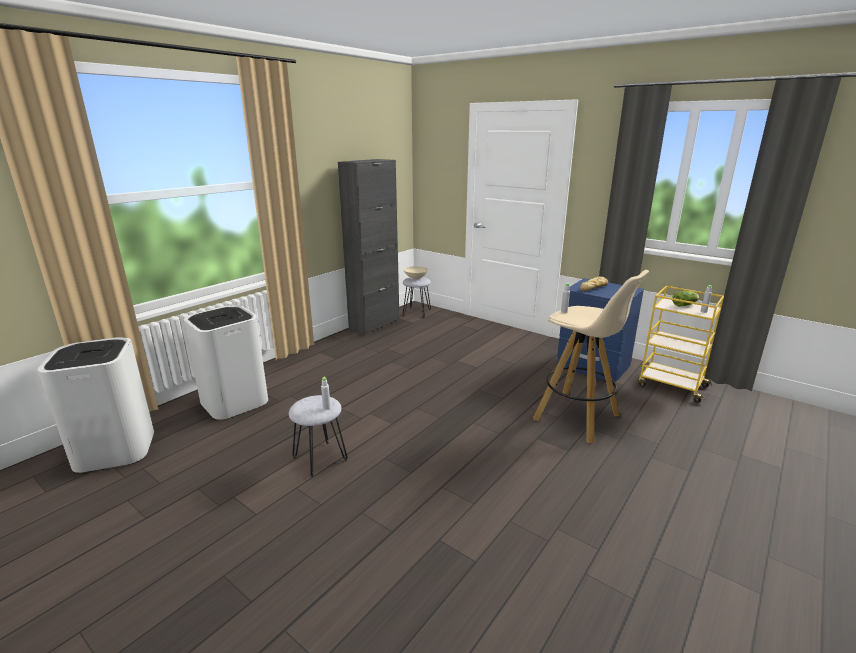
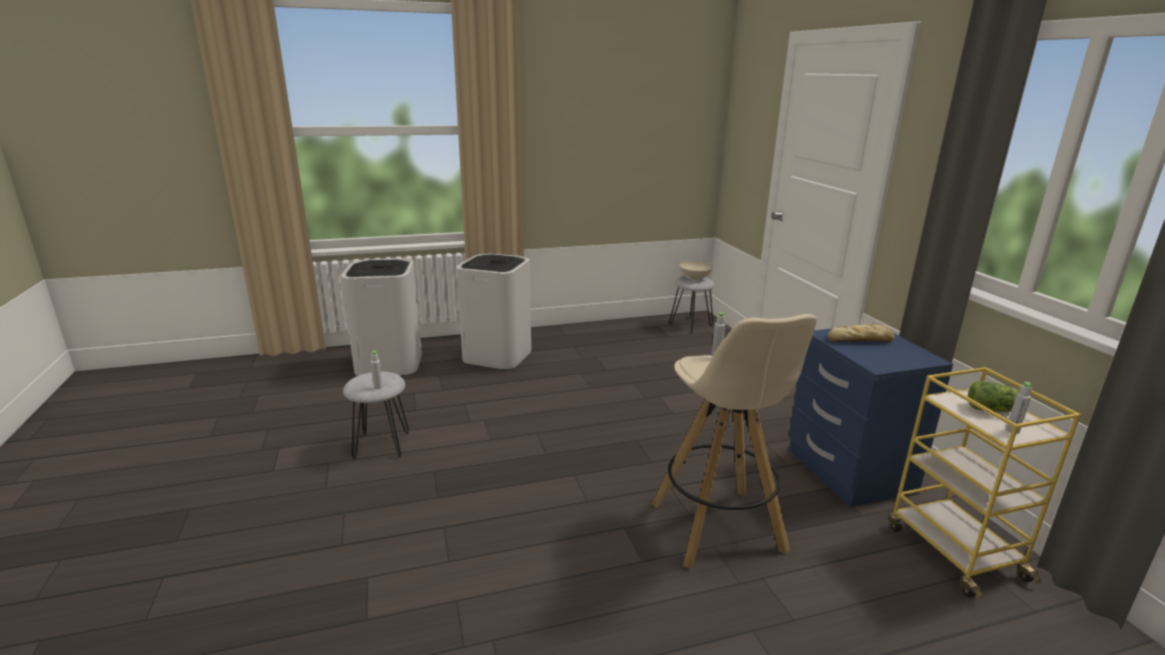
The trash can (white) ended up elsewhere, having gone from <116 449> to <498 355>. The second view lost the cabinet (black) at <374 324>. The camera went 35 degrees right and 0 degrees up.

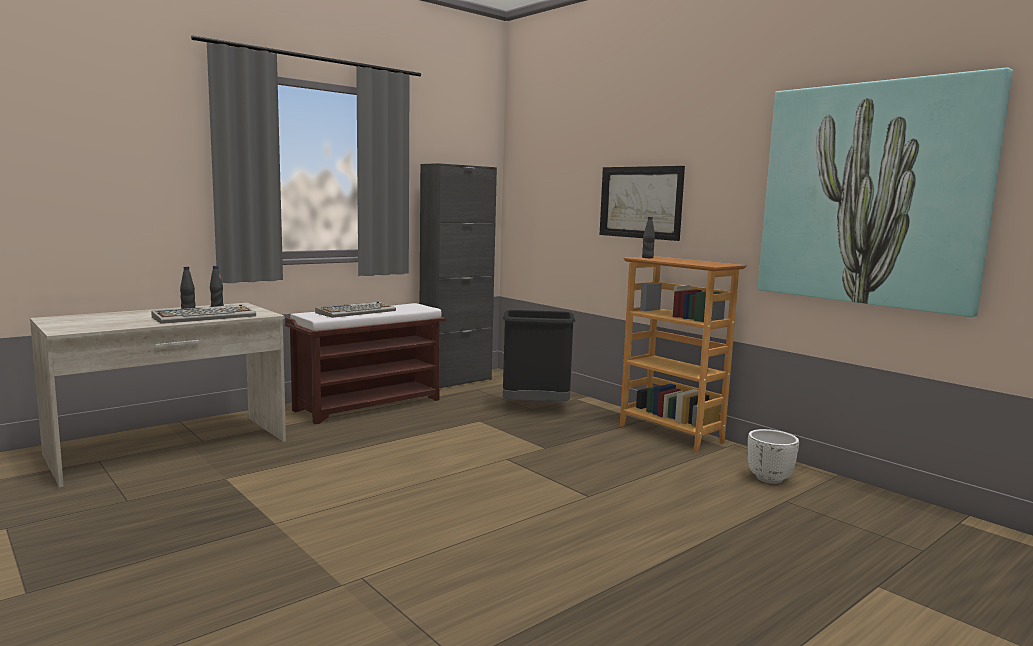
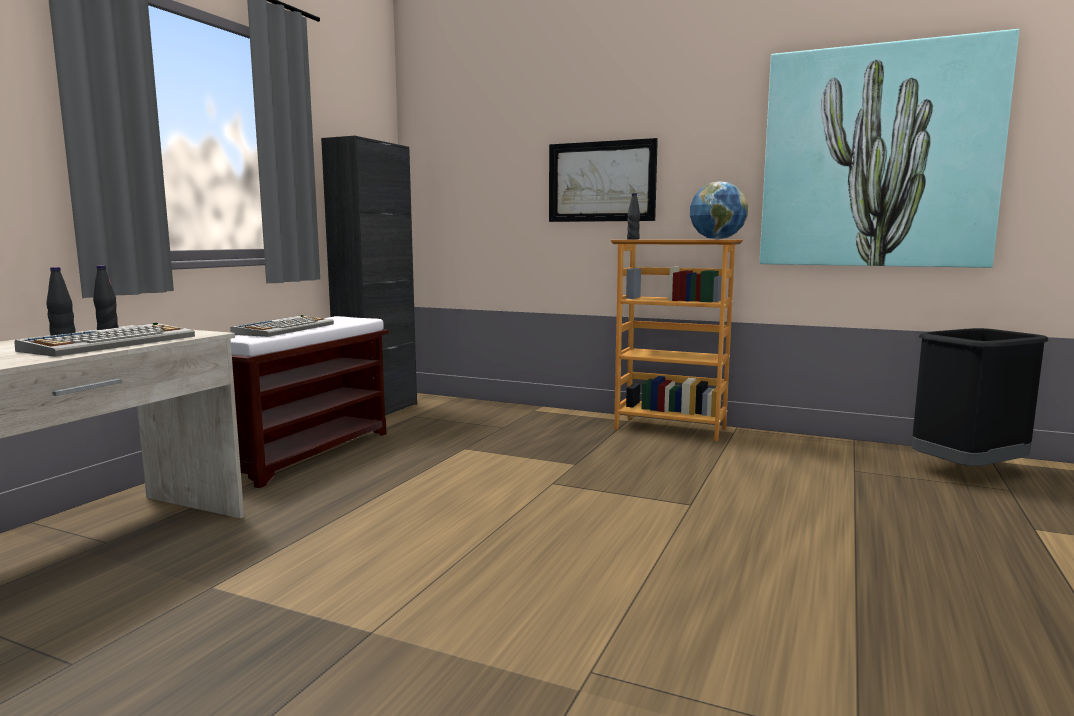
The second view gained the globe at <716 239>. The trash can (black) ended up elsewhere, having gone from <536 408> to <967 471>. The second view lost the planter (white) at <769 479>. The camera went 25 degrees left and 0 degrees up.

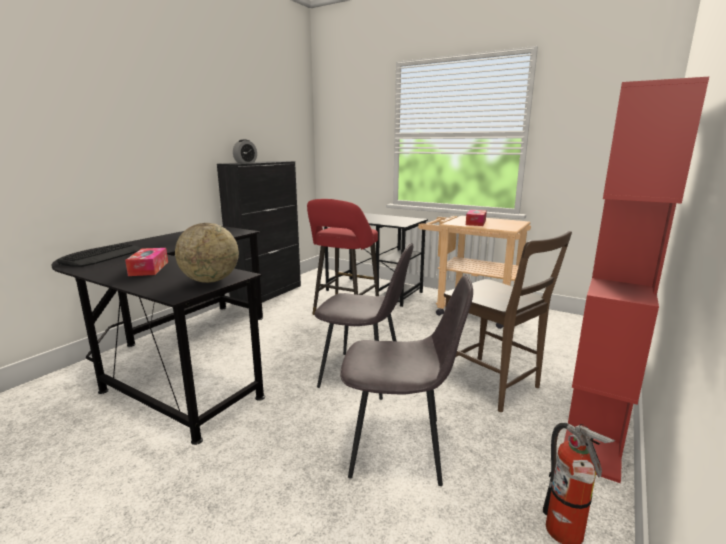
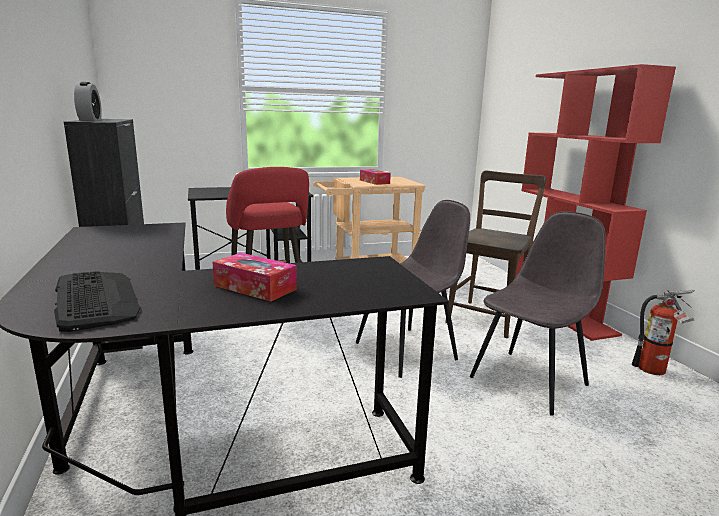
The chair (brown) at <493 385> ended up facing another way, 60 degrees counterclockwise from before. The second view lost the globe at <210 281>. The camera went 50 degrees left and 0 degrees up.

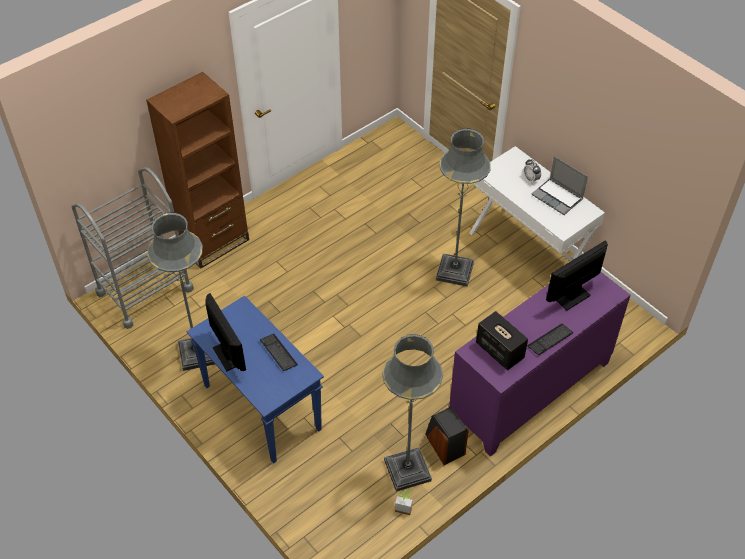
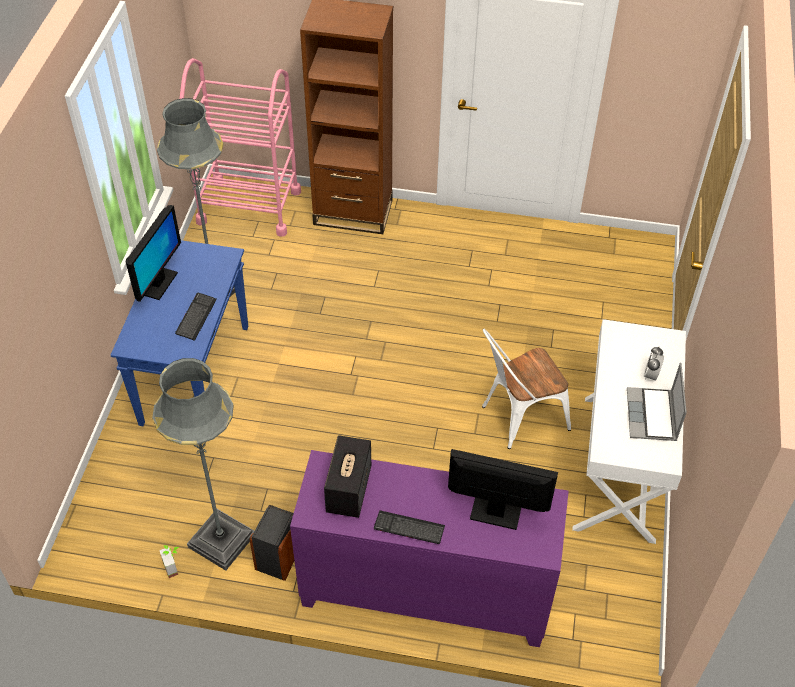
What was the cart (grey) at <145 291> turned into the cart (pink) at <249 206>. Where the floor lamp (grey) stood at <454 271>, the chair (white) came to stand at <518 418>. The camera went 50 degrees right and 0 degrees up.

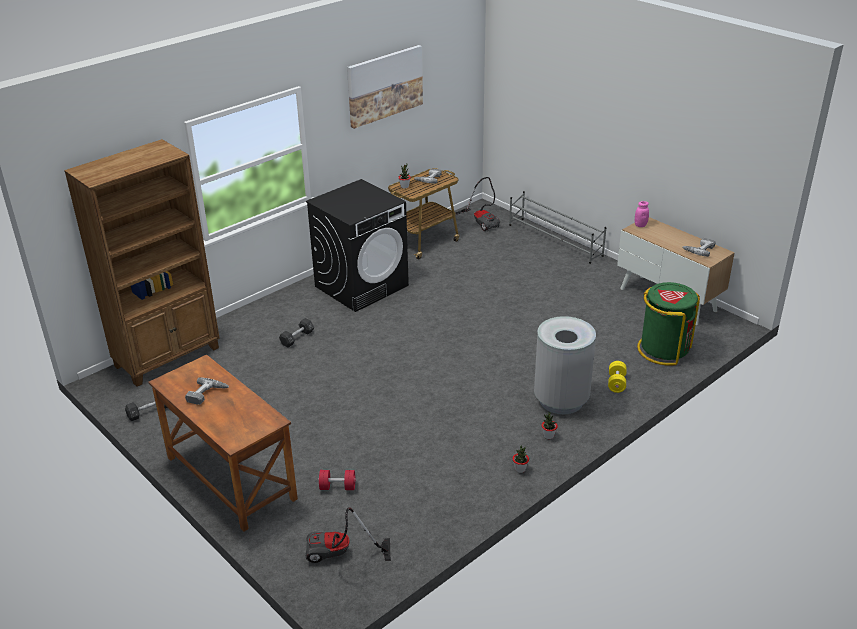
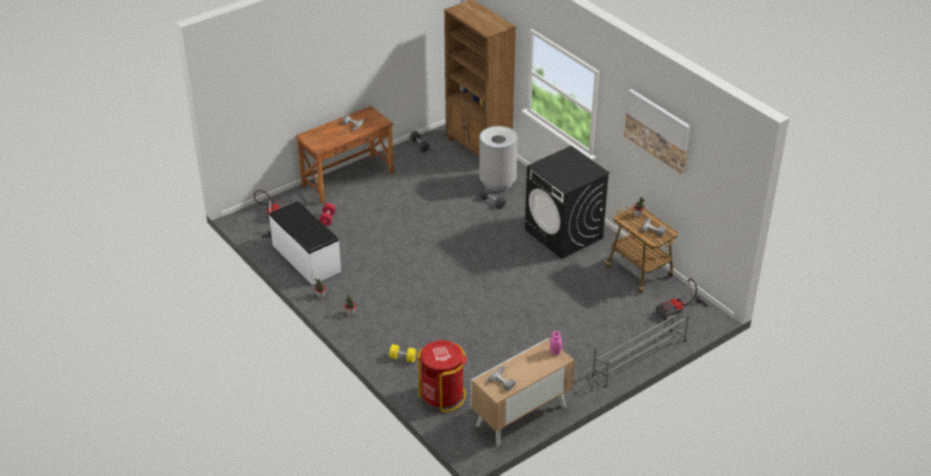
The second view gained the bench (white) at <306 258>. What was the trash can (green) at <663 349> turned into the trash can (red) at <443 395>. The trash can (grey) ended up elsewhere, having gone from <561 400> to <497 182>. The camera went 95 degrees right and 5 degrees up.

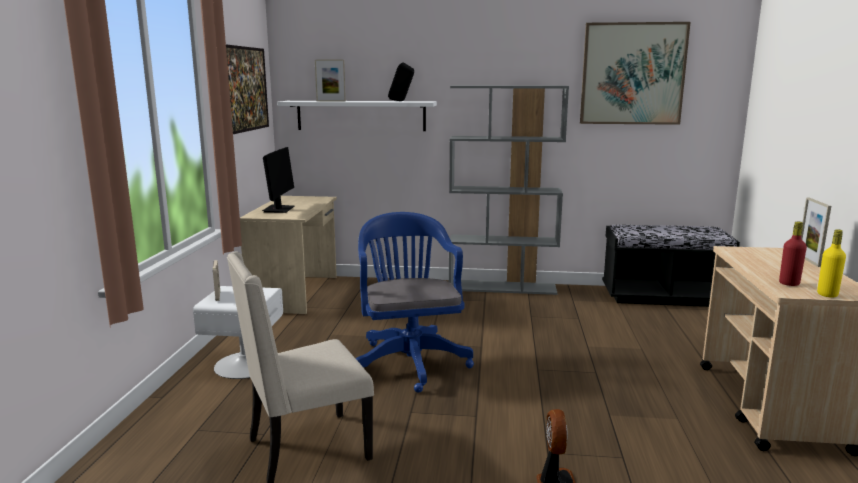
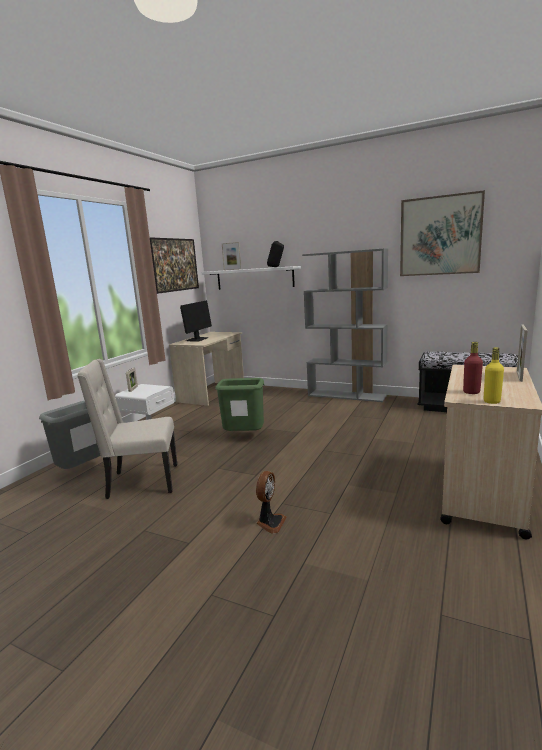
The second view gained the trash can (grey) at <82 471>. Where the office chair (blue) stood at <409 360>, the trash can (green) came to stand at <244 437>. The camera went 20 degrees right and 0 degrees up.

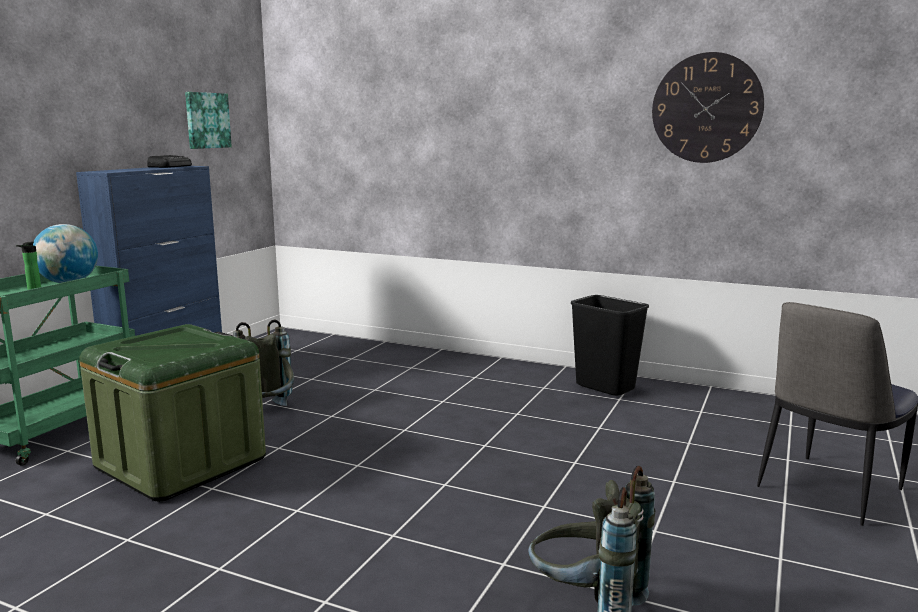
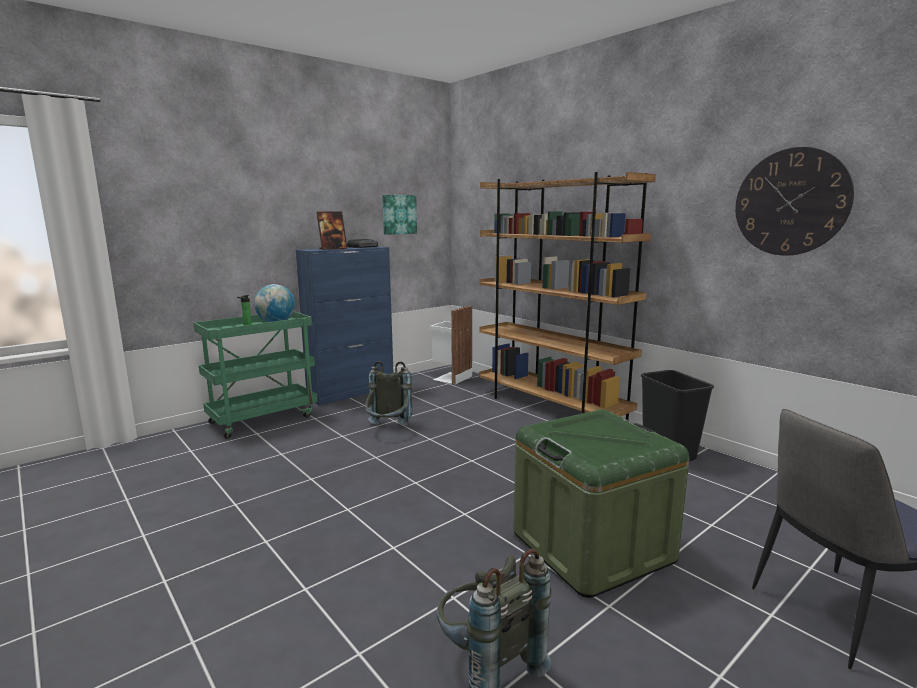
The second view gained the picture frame at <333 249>. The second view gained the trash can (white) at <451 377>. The second view gained the bookcase (brown) at <550 408>. The storage box (green) ended up elsewhere, having gone from <181 463> to <592 546>. The camera went 25 degrees right and 0 degrees up.

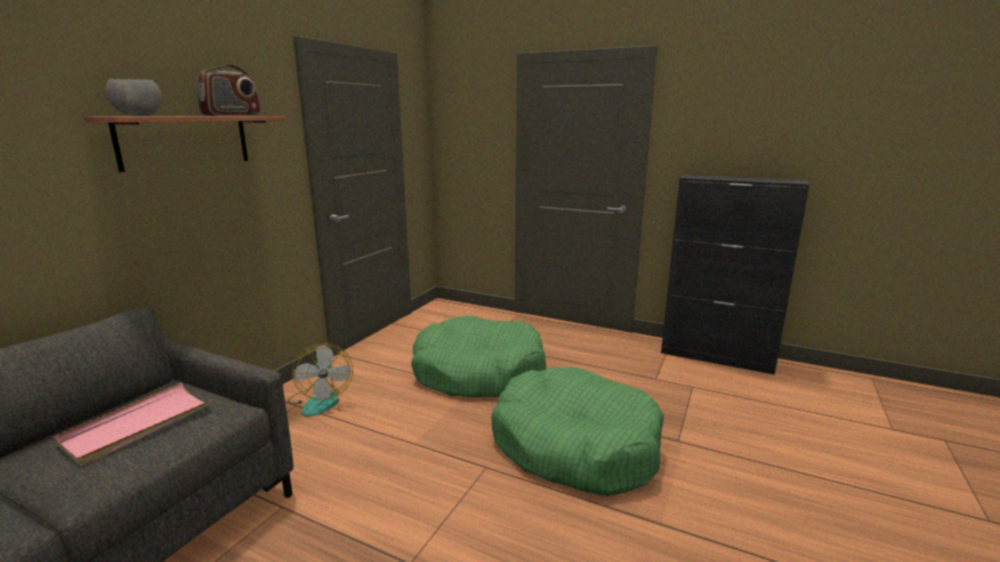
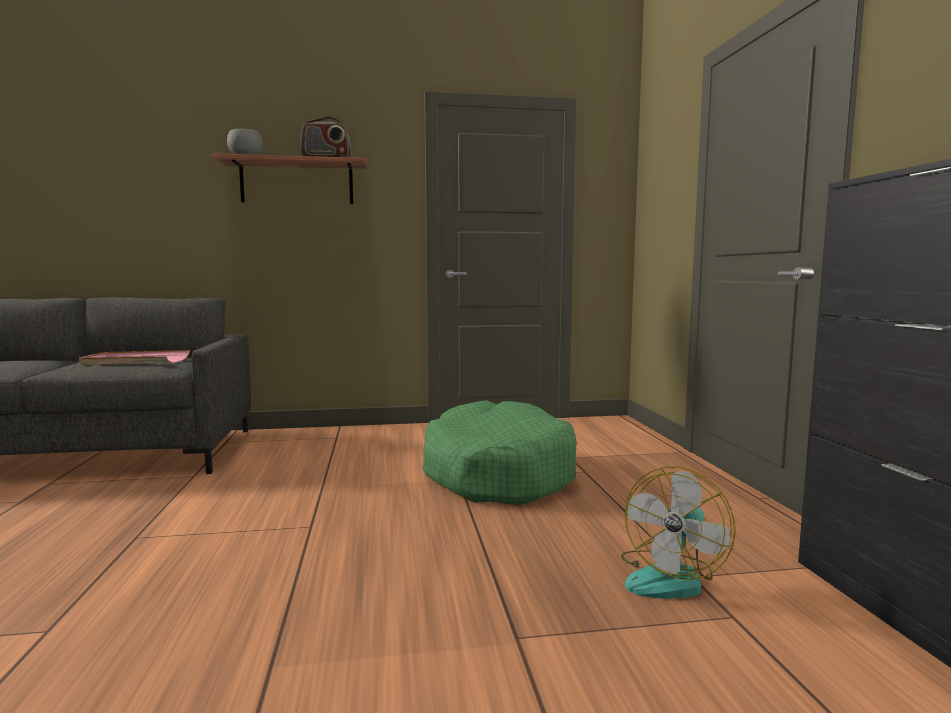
The fan ended up elsewhere, having gone from <321 400> to <670 577>. The second view lost the dog bed (green) at <575 445>. The camera went 55 degrees right and 10 degrees down.

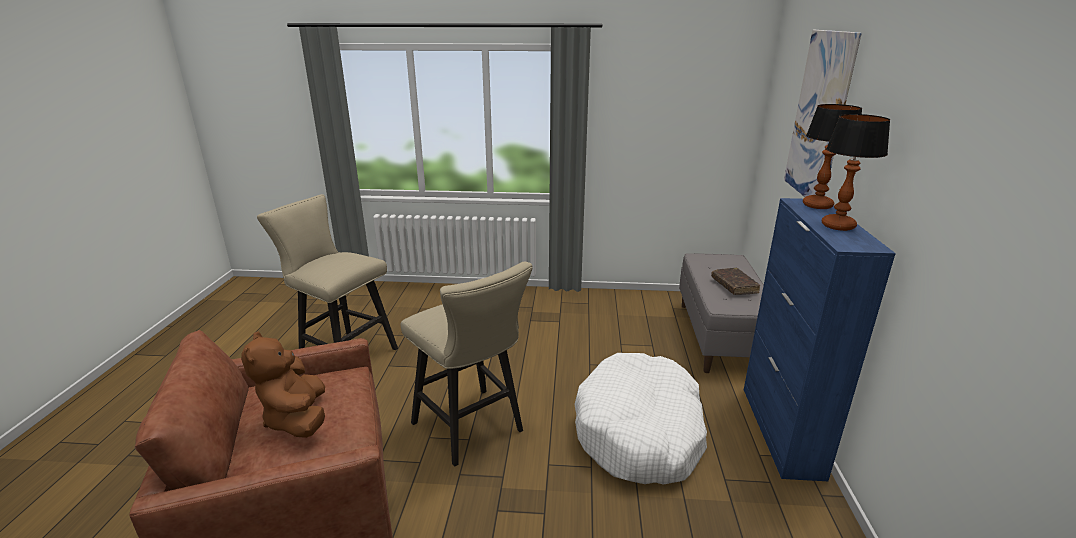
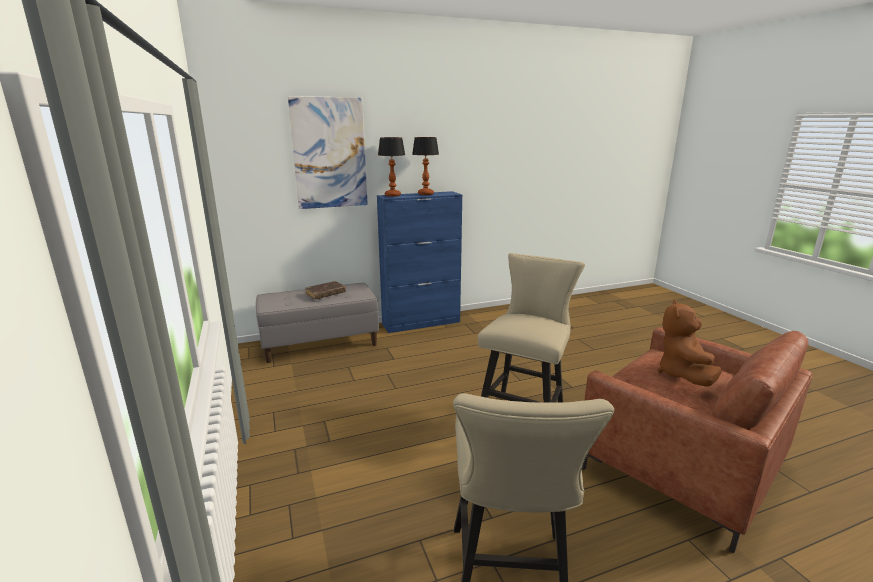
The plush toy (brown) at <297 419> ended up facing another way, 150 degrees clockwise from before. The second view lost the dog bed (white) at <640 432>. The camera went 115 degrees left and 5 degrees down.

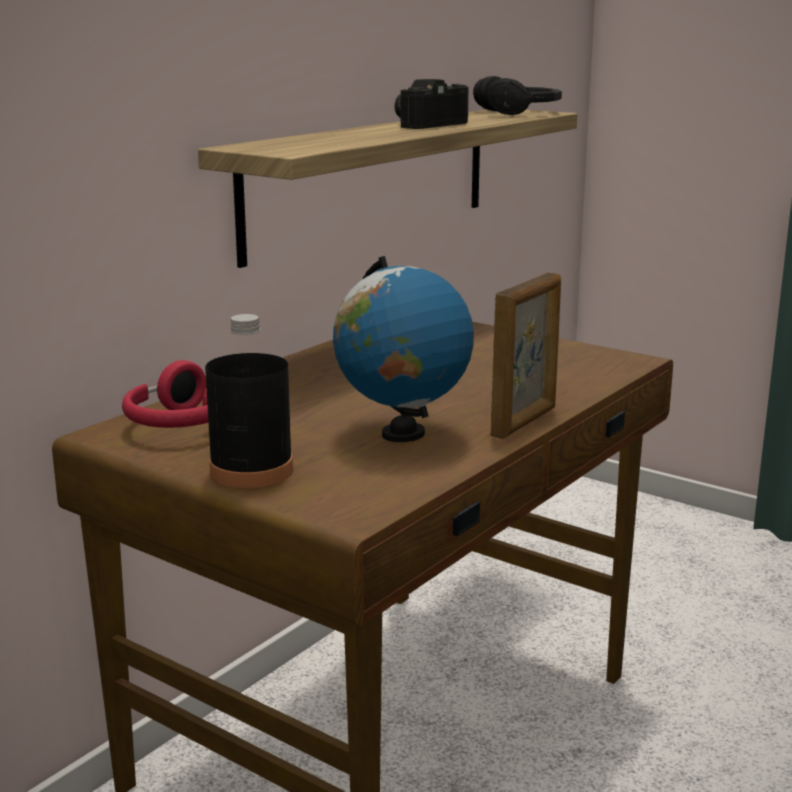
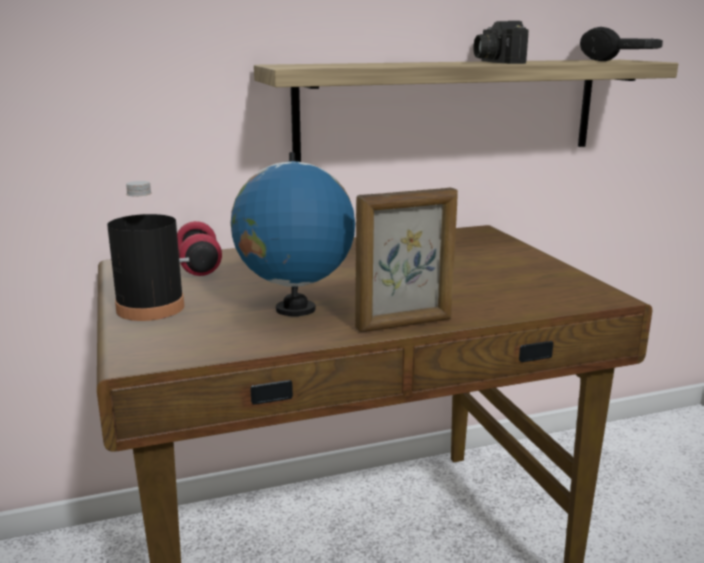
The photo camera at <427 124> ended up facing another way, 90 degrees counterclockwise from before. The camera went 35 degrees right and 0 degrees up.

